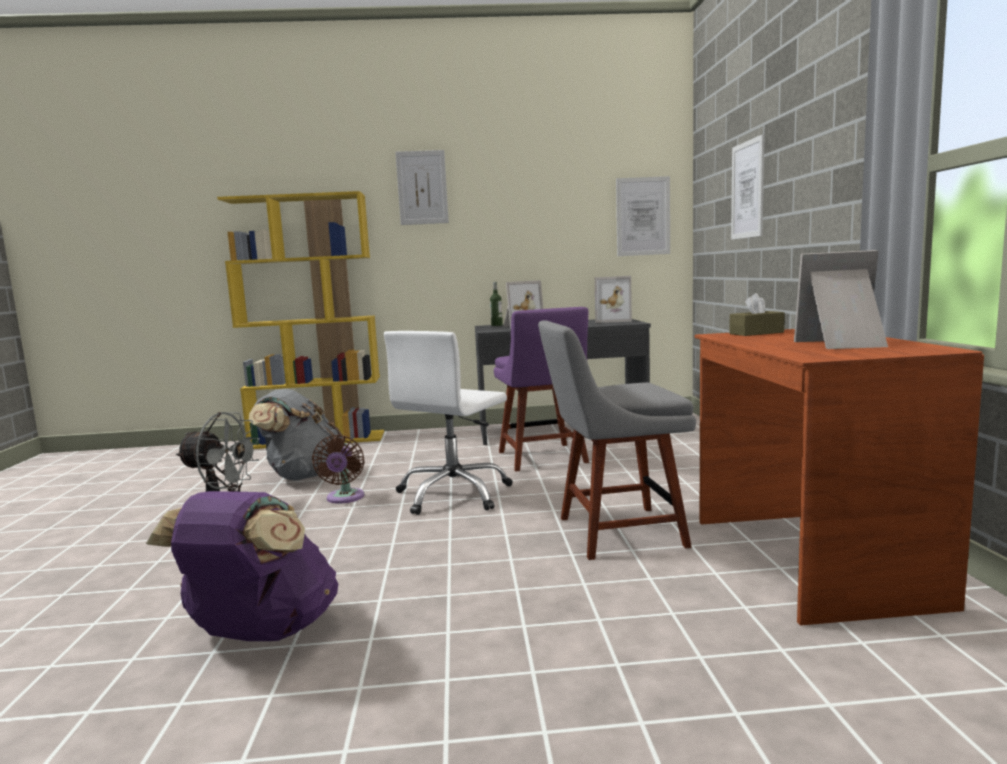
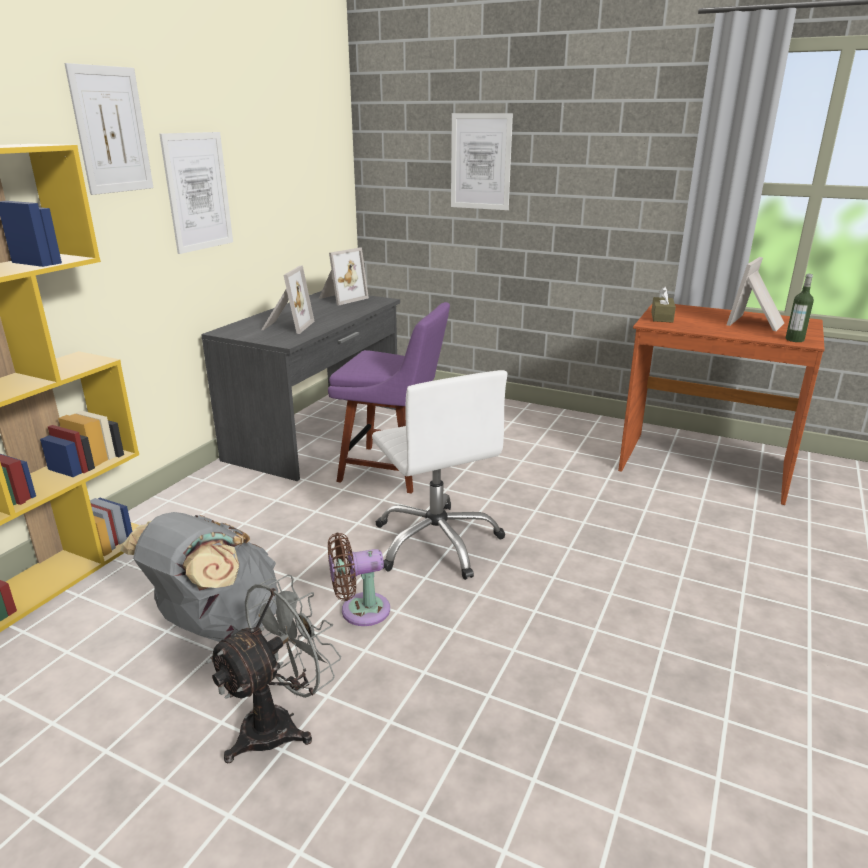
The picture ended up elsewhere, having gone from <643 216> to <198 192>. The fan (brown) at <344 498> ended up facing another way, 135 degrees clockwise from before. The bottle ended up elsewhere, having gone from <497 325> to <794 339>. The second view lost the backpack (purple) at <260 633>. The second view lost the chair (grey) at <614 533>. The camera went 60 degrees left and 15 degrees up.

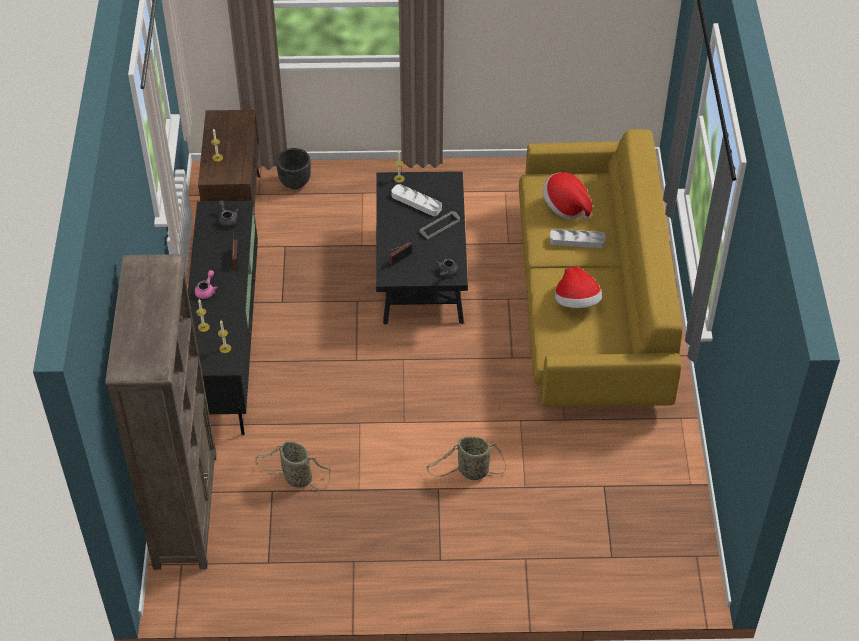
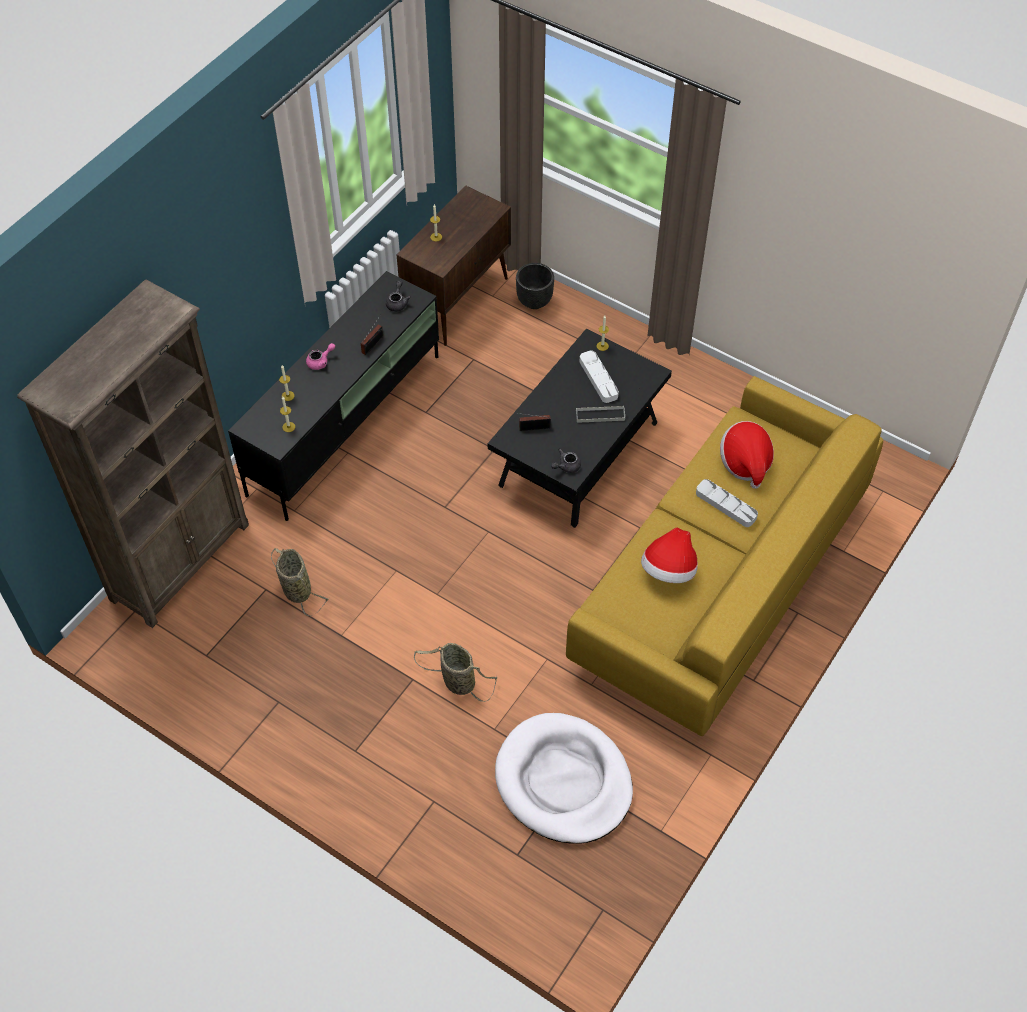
The second view gained the dog bed (white) at <563 781>. The camera went 35 degrees right and 5 degrees up.

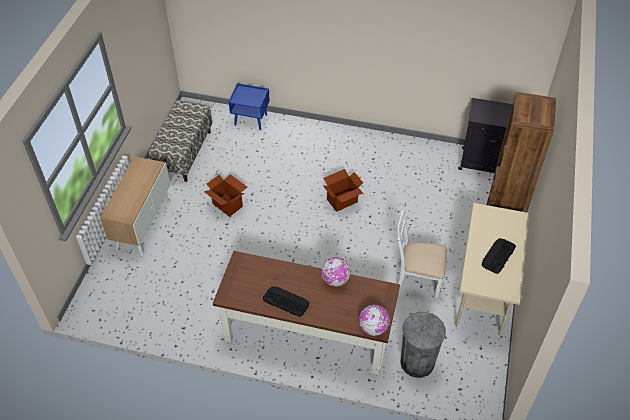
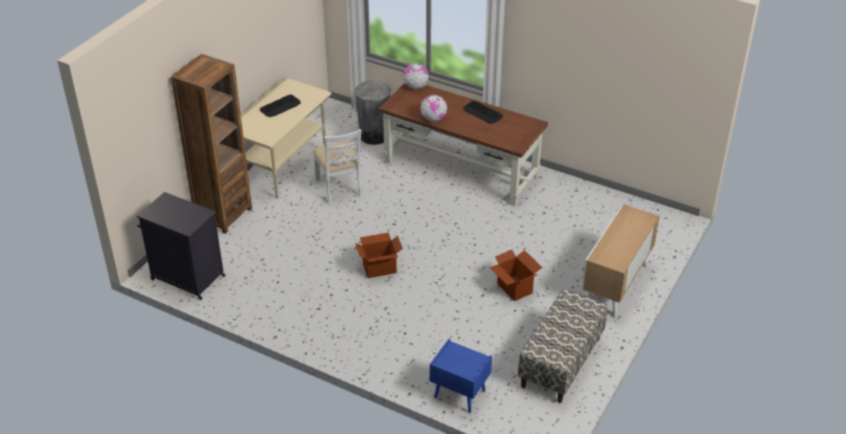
The chair (white) at <417 279> ended up facing another way, 45 degrees clockwise from before. The camera went 165 degrees left and 10 degrees down.

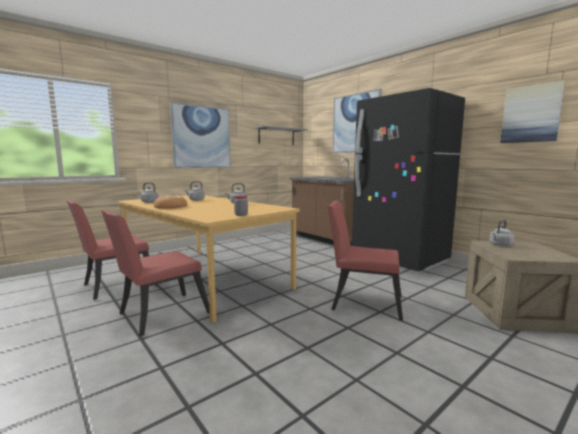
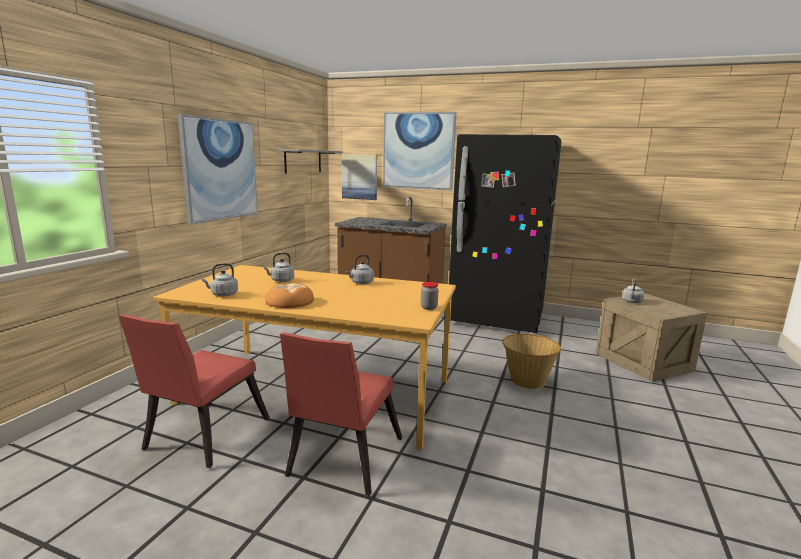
The picture ended up elsewhere, having gone from <531 114> to <359 176>. Where the chair (red) stood at <362 301>, the basket came to stand at <527 380>. The camera went 30 degrees left and 5 degrees up.

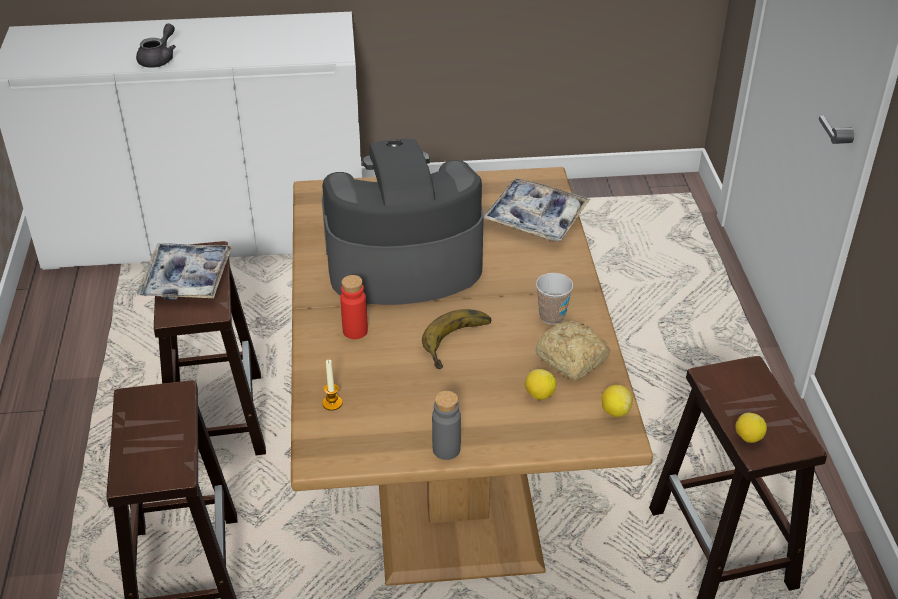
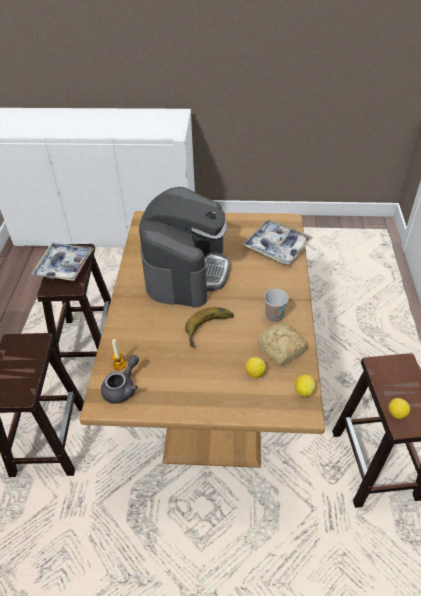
The teapot (grey) ended up elsewhere, having gone from <159 59> to <122 388>. The coffee machine at <403 263> ended up facing another way, 105 degrees clockwise from before. The second view lost the bottle (red) at <355 331>. The second view lost the bottle (grey) at <446 449>. The camera went 10 degrees right and 5 degrees up.

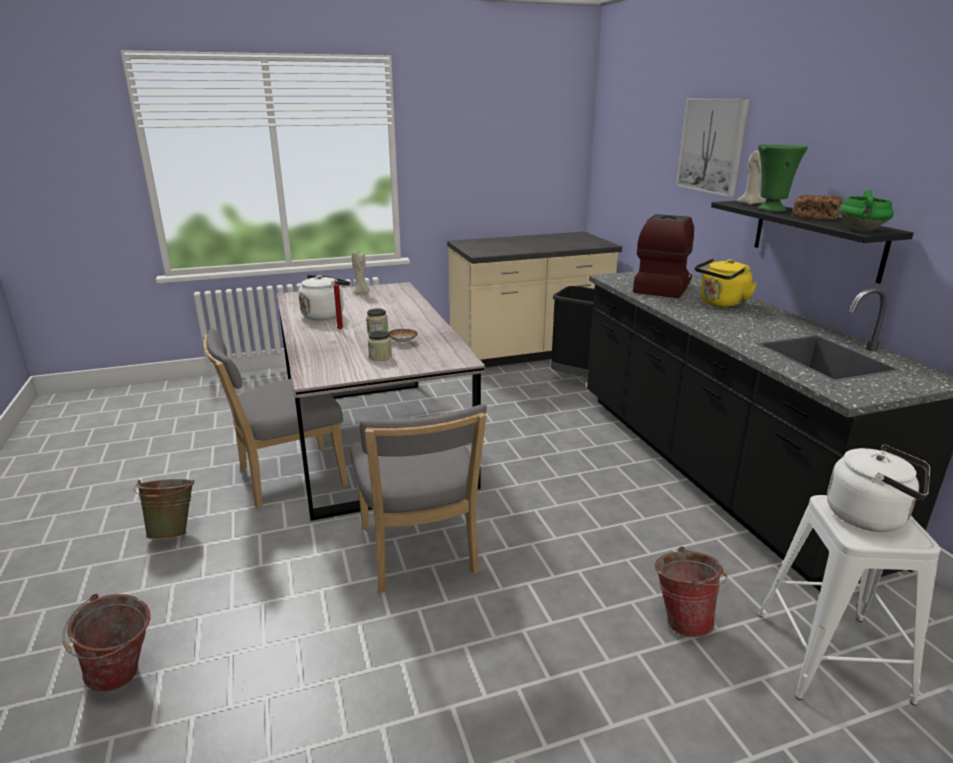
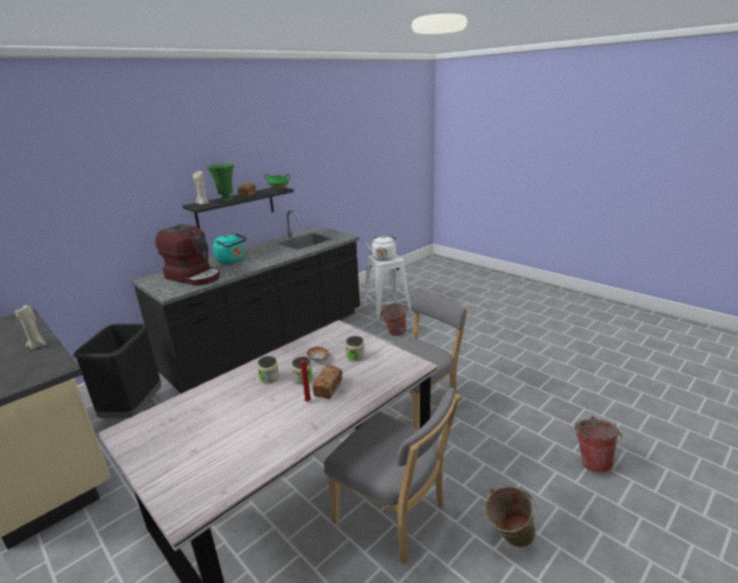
The candle (beige) ended up elsewhere, having gone from <361 293> to <37 346>. The coffee machine at <662 287> ended up facing another way, 150 degrees counterclockwise from before. What was the kettle (yellow) at <721 304> turned into the kettle (turquoise) at <232 260>. The second view gained the jar at <269 378>. The second view gained the bread at <328 388>. The second view lost the kettle (white) at <325 315>. The second view lost the picture at <712 146>. The camera went 115 degrees left and 0 degrees up.

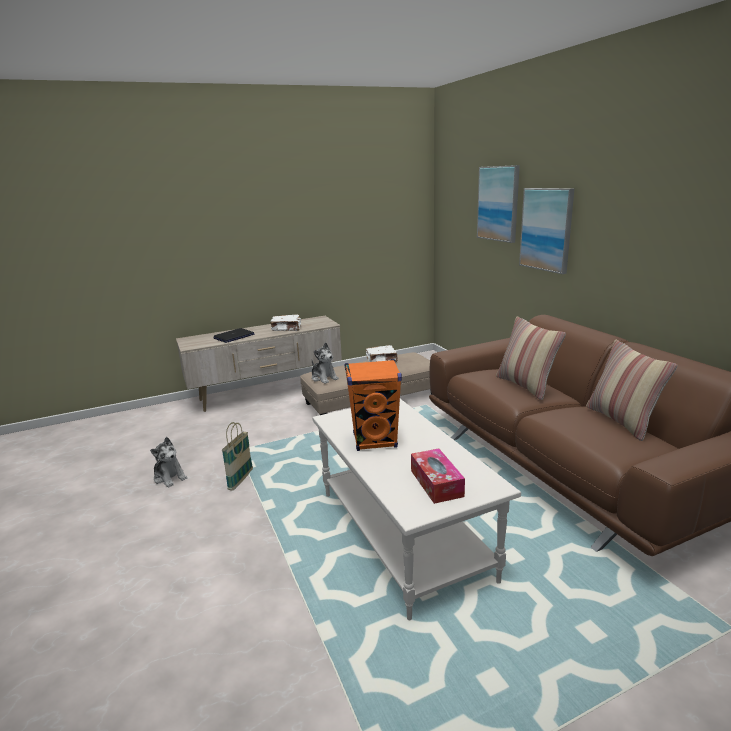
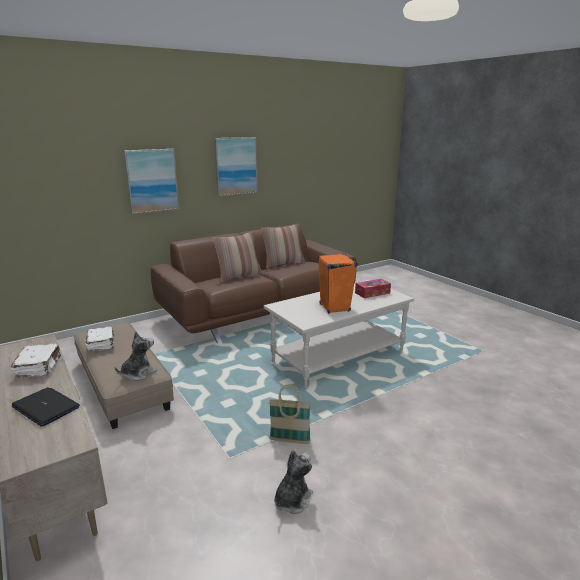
The picture ended up elsewhere, having gone from <498 203> to <235 166>. The camera went 100 degrees left and 0 degrees up.

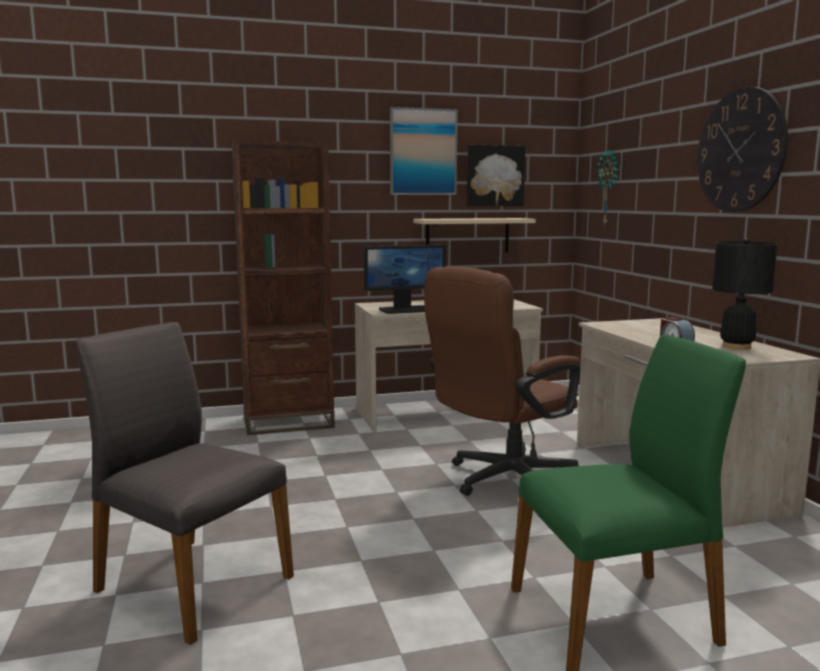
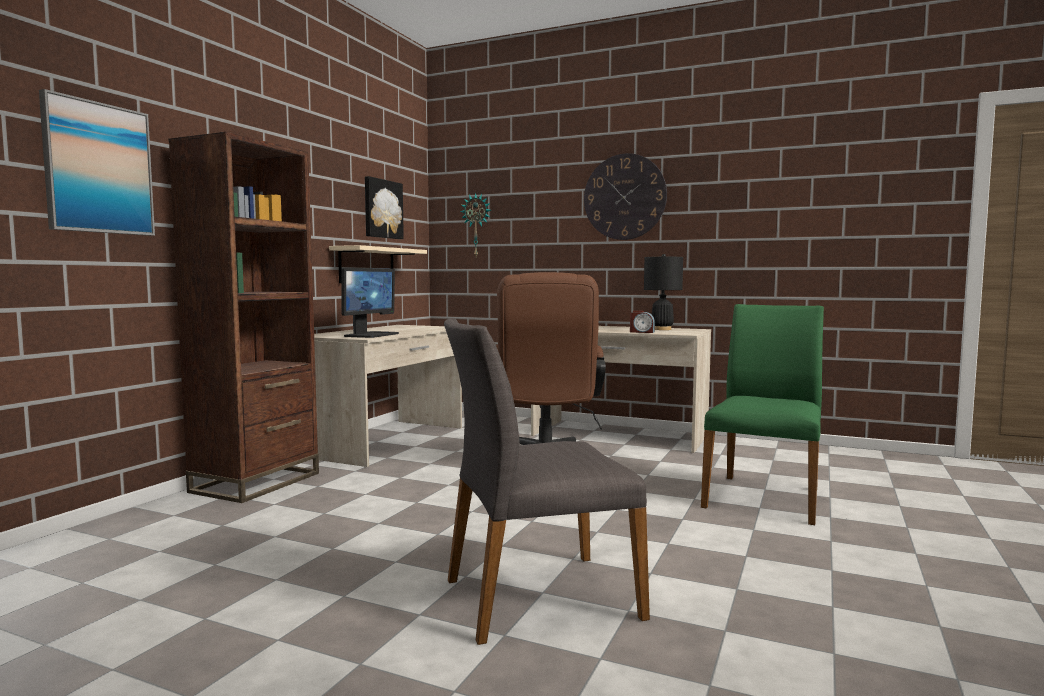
The picture ended up elsewhere, having gone from <423 152> to <98 168>. The camera went 50 degrees left and 5 degrees down.

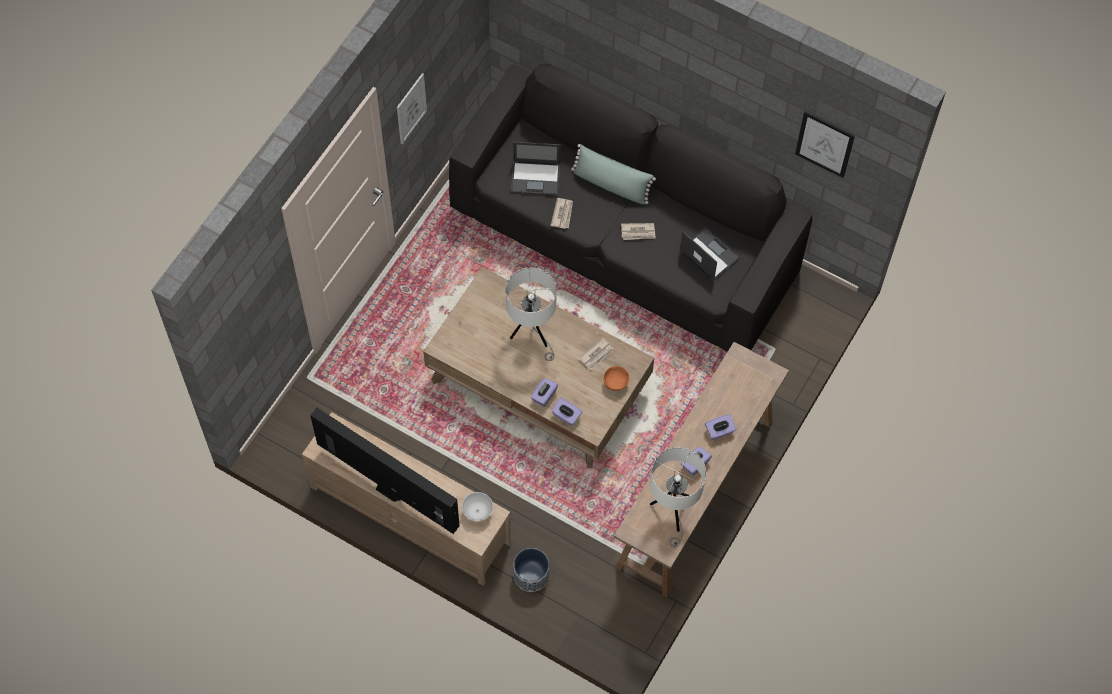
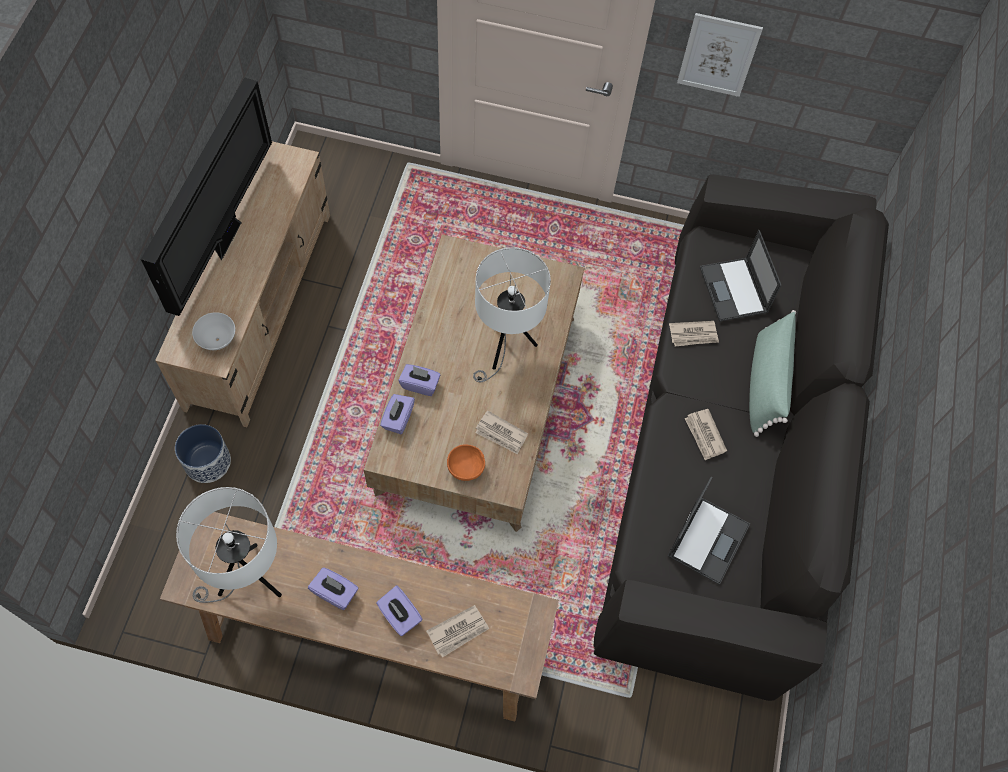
The second view gained the newspaper at <458 631>. The second view lost the picture at <824 144>. The camera went 70 degrees right and 0 degrees up.

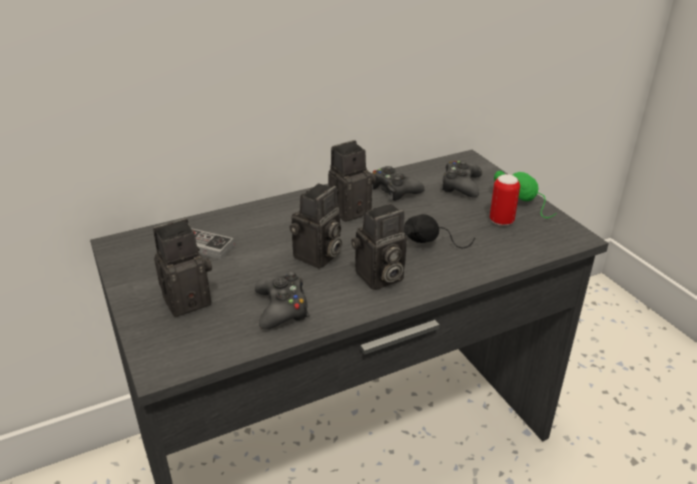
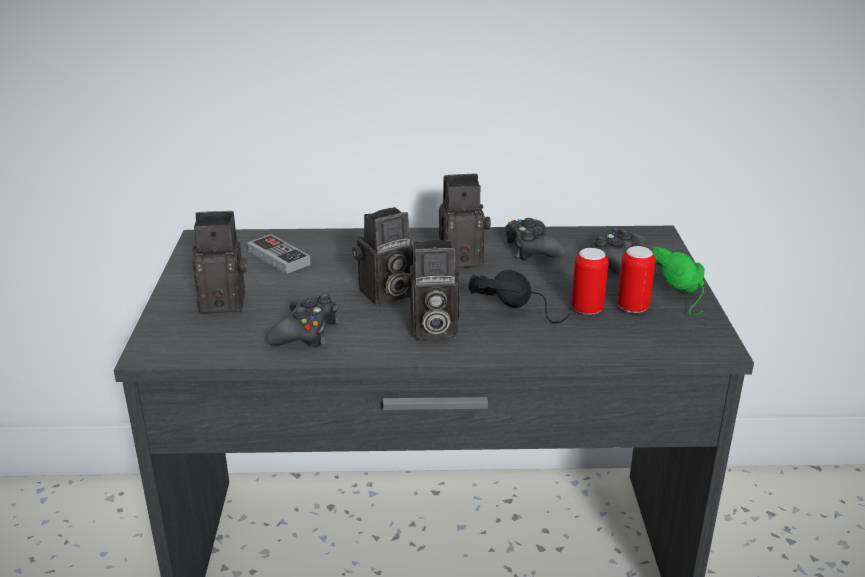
The second view gained the can at <587 309>. The camera went 25 degrees right and 5 degrees down.

